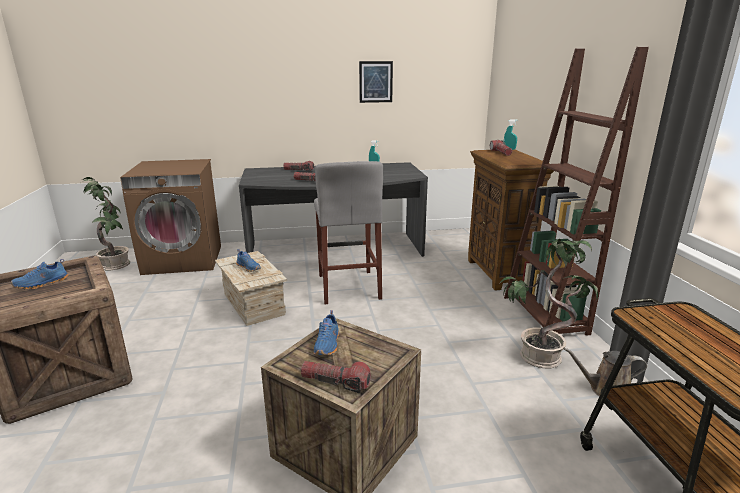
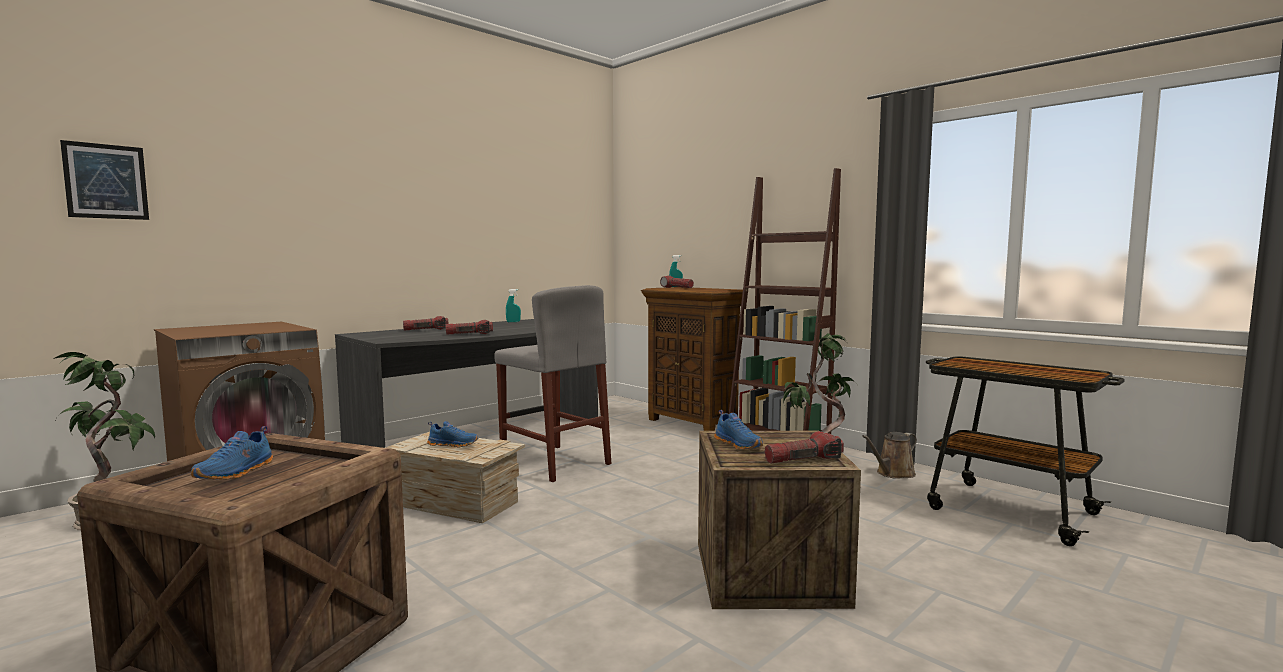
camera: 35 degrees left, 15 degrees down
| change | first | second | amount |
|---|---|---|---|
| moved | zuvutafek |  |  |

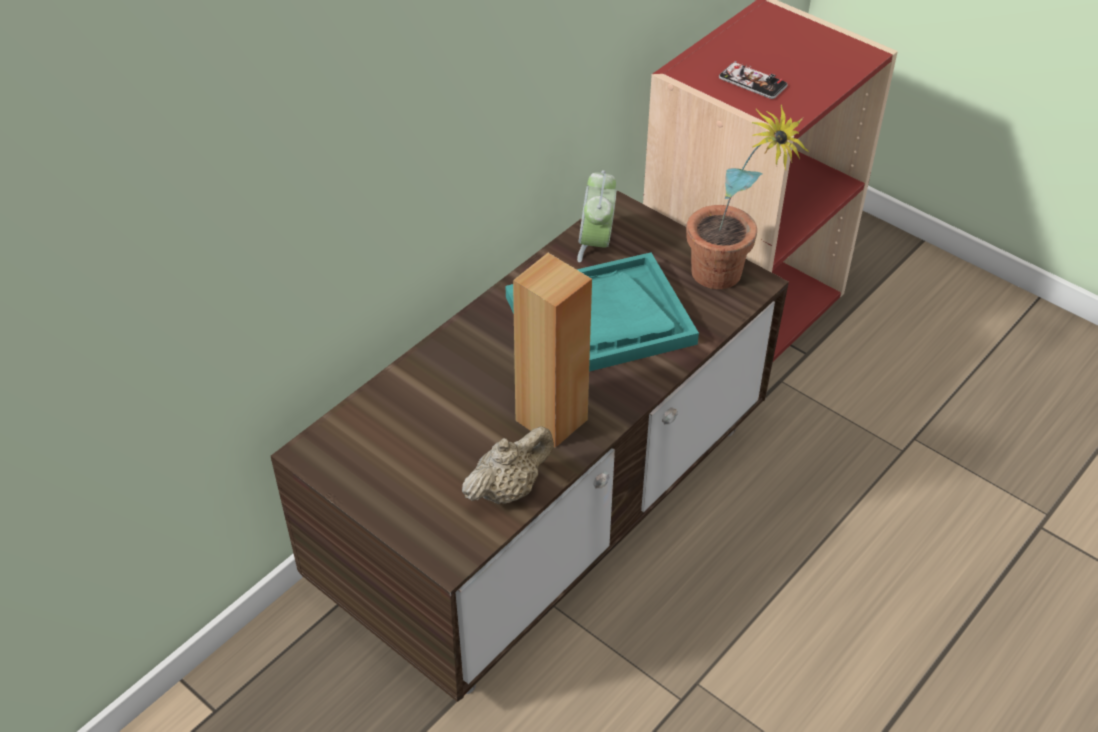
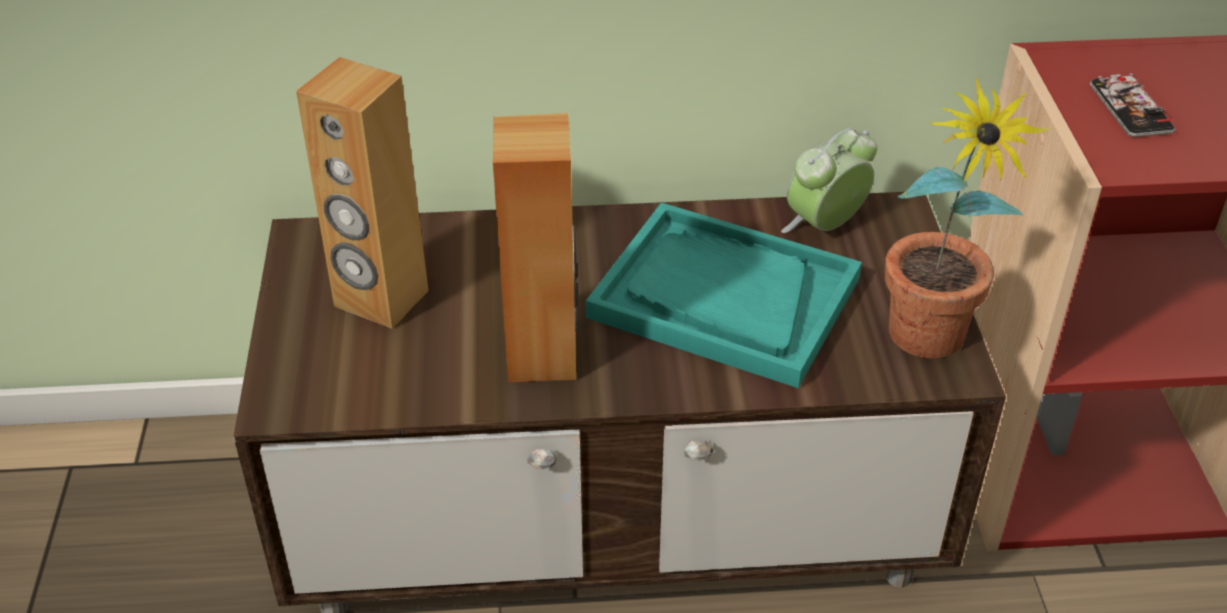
camera: 45 degrees right, 5 degrees down
| change | first | second | amount |
|---|---|---|---|
| removed | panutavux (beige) |  |  |
| added |  | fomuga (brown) (1st from left) |  |

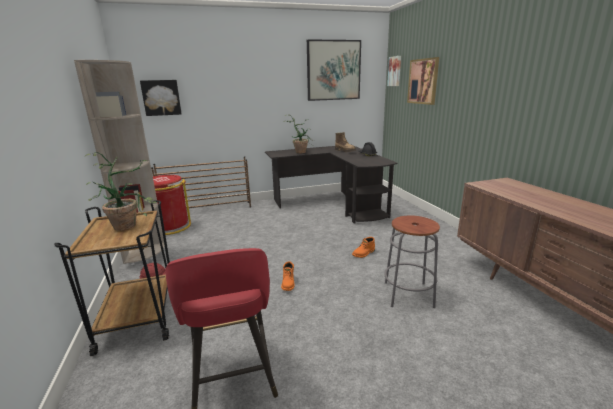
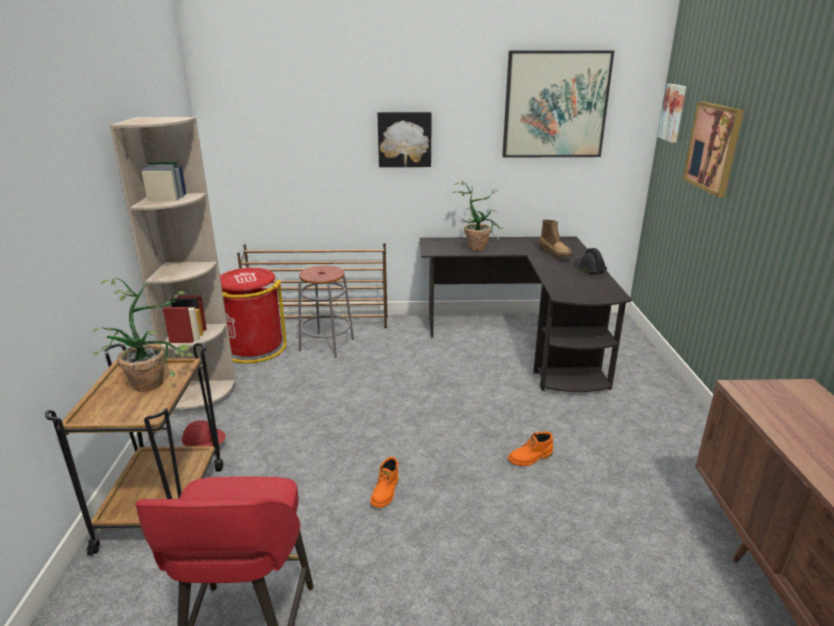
camera: 15 degrees right, 5 degrees up
| change | first | second | amount |
|---|---|---|---|
| moved | zuvutafek (1st from left) |  |  |
| moved | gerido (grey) |  |  |

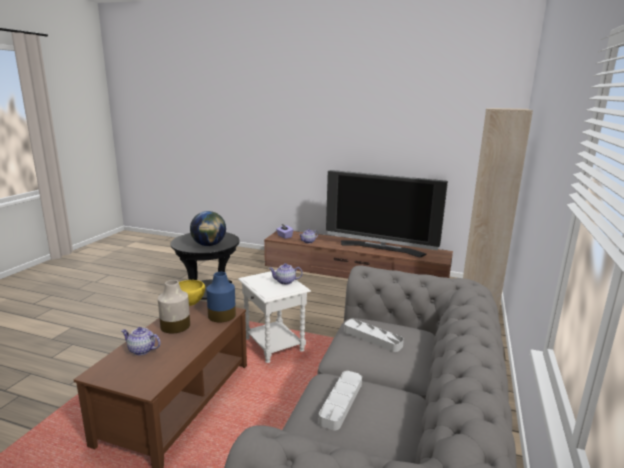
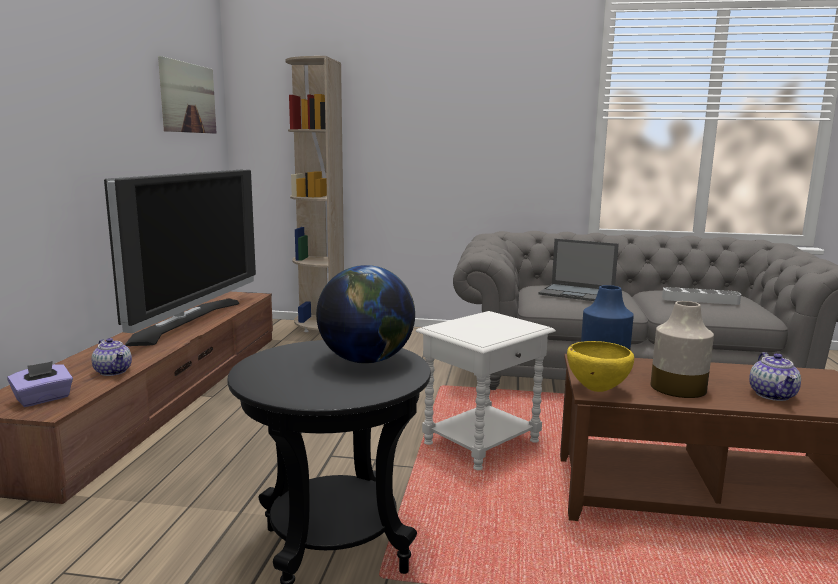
camera: 100 degrees left, 5 degrees down
| change | first | second | amount |
|---|---|---|---|
| removed | panutavux (2nd from left) |  |  |
| replaced | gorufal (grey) (2nd from left) | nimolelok |  |
| added |  | zuvutafek |  |

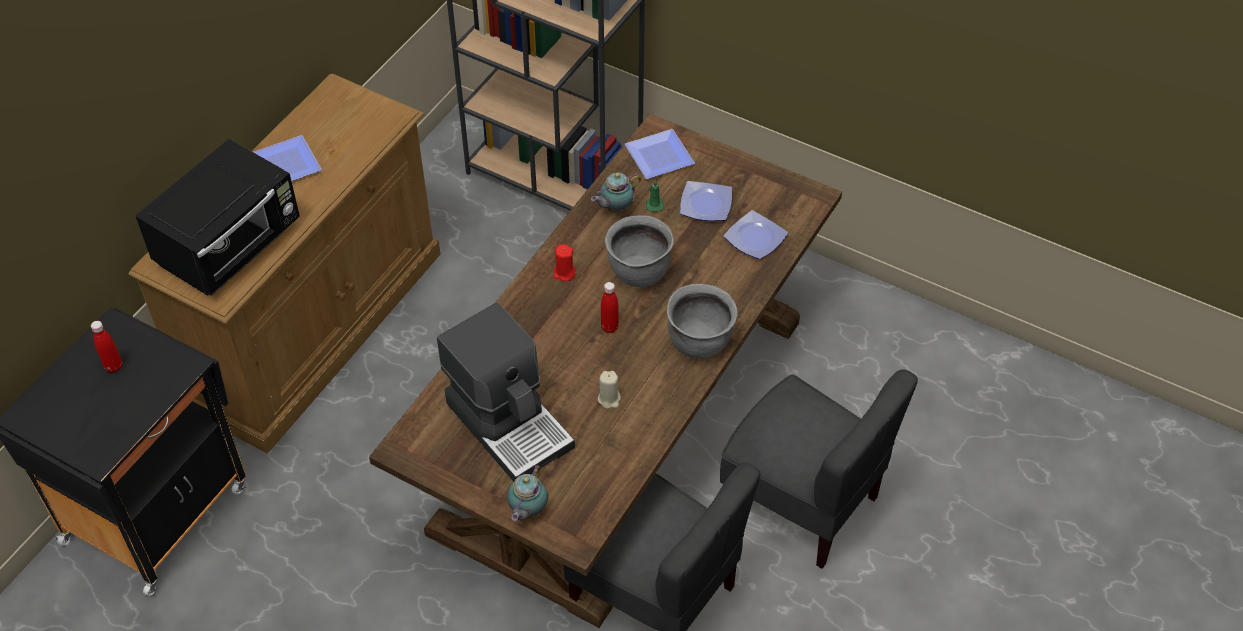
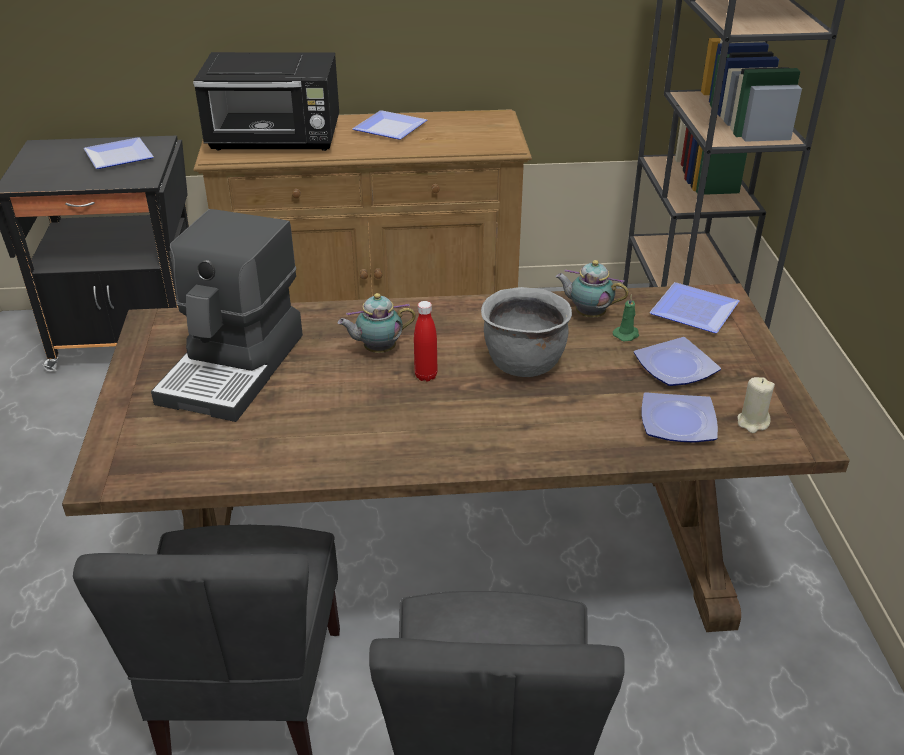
camera: 55 degrees right, 15 degrees down
| change | first | second | amount |
|---|---|---|---|
| replaced | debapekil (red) (1st from left) | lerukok (1st from left) |  |
| moved | panutavux (1st from left) |  |  |
| removed | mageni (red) |  |  |
| moved | mageni (beige) |  |  |
| removed | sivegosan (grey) (2nd from left) |  |  |

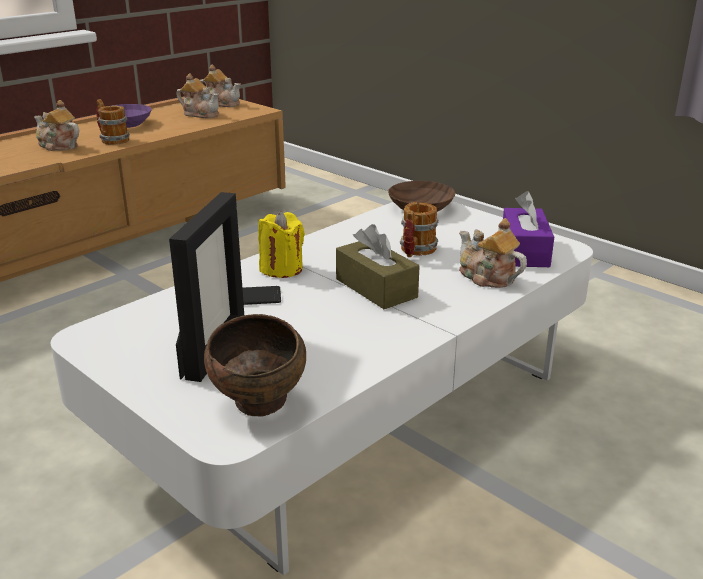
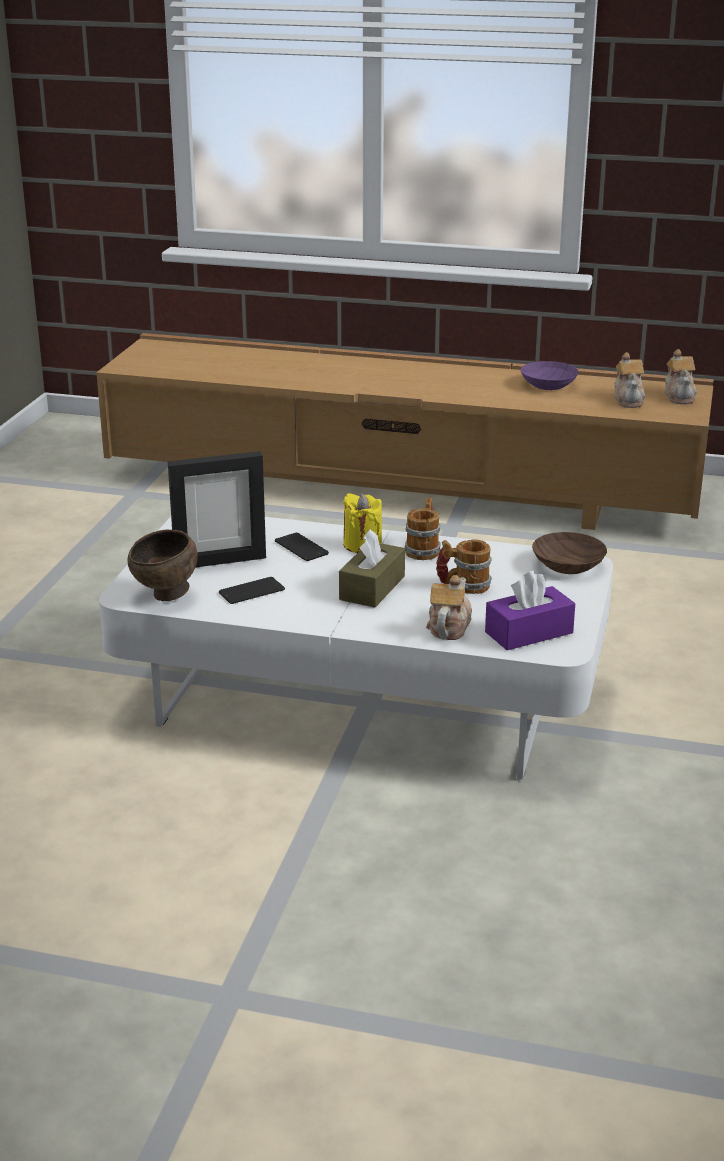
camera: 60 degrees right, 0 degrees up
| change | first | second | amount |
|---|---|---|---|
| removed | panutavux (1st from left) |  |  |
| moved | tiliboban (1st from left) |  |  |
| added |  | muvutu (1st from left) |  |

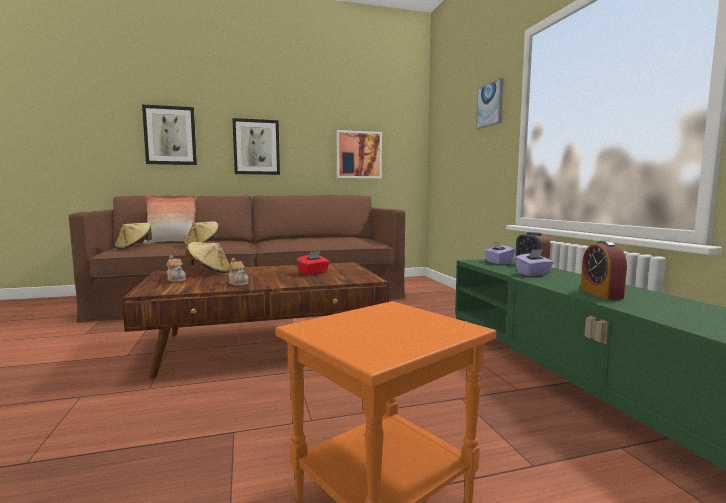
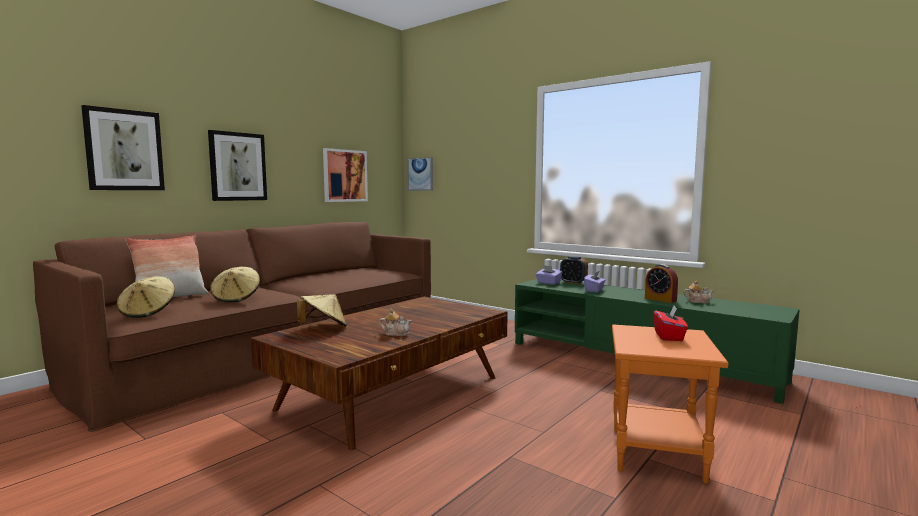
camera: 35 degrees left, 0 degrees up
| change | first | second | amount |
|---|---|---|---|
| moved | panutavux (1st from left in the first image) | panutavux (2nd from left) |  |
| moved | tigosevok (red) |  |  |
| moved | zuvutafek (4th from left) |  |  |

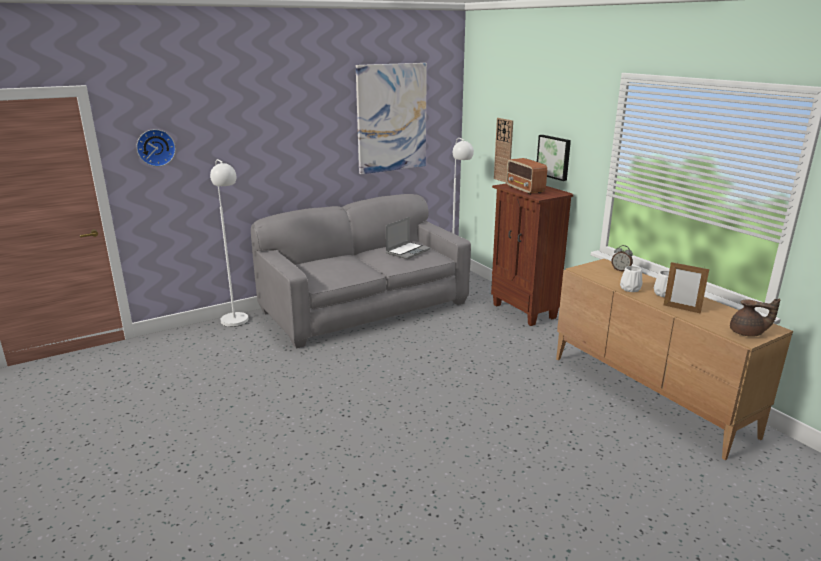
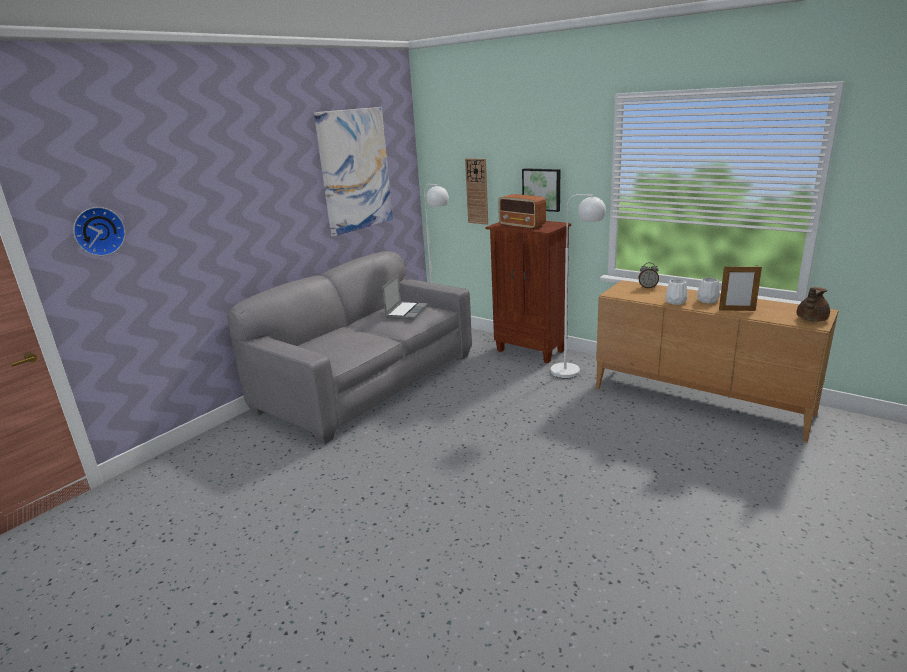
camera: 20 degrees left, 0 degrees up
| change | first | second | amount |
|---|---|---|---|
| moved | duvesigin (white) (1st from left in the first image) | duvesigin (white) (2nd from left) |  |
| turned | panutavux (brown) |  | 135 degrees clockwise |

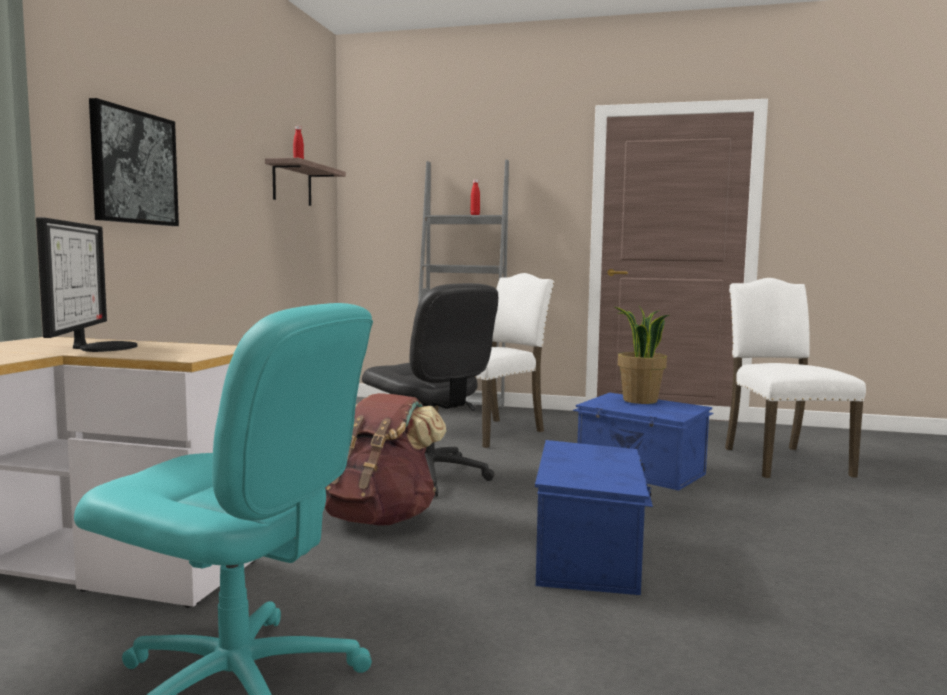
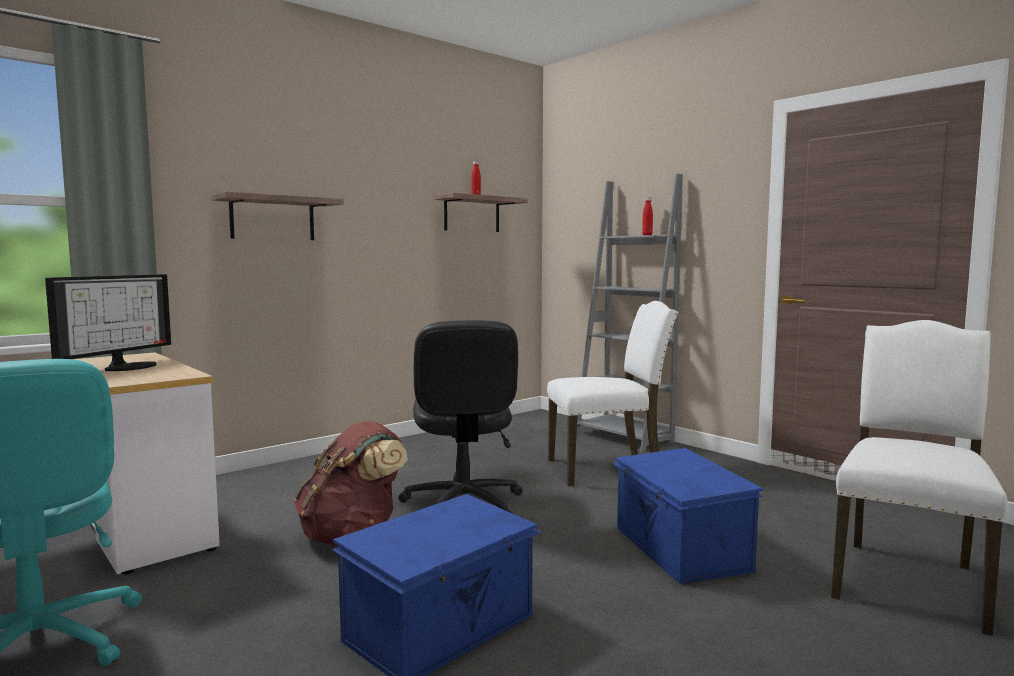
camera: 35 degrees right, 0 degrees up
| change | first | second | amount |
|---|---|---|---|
| replaced | zuvutafek | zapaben (1st from left) |  |
| removed | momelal |  |  |

